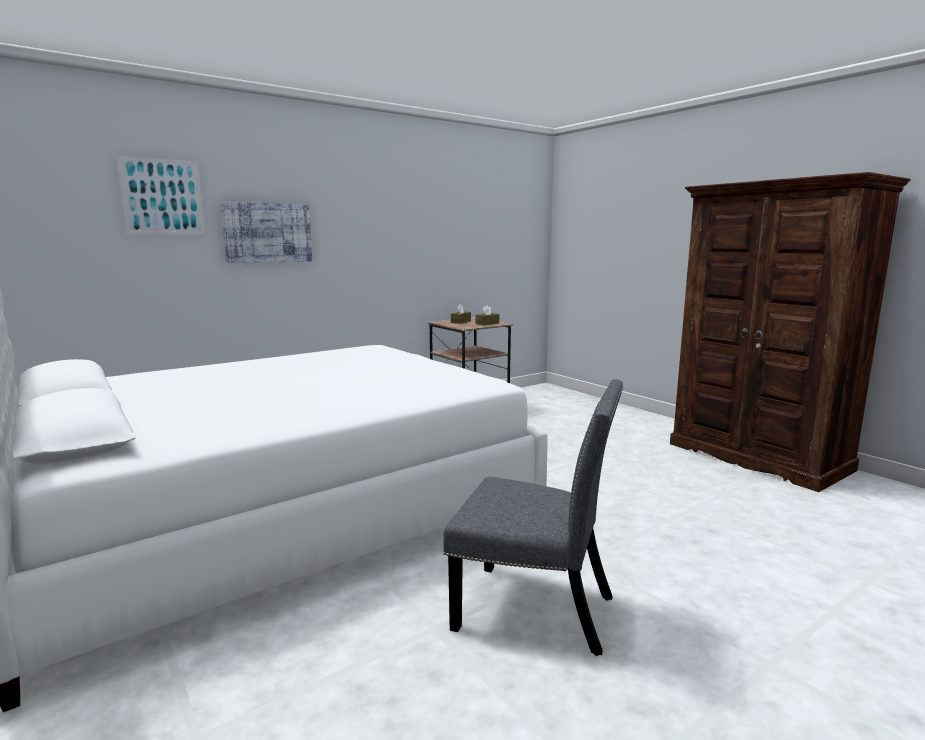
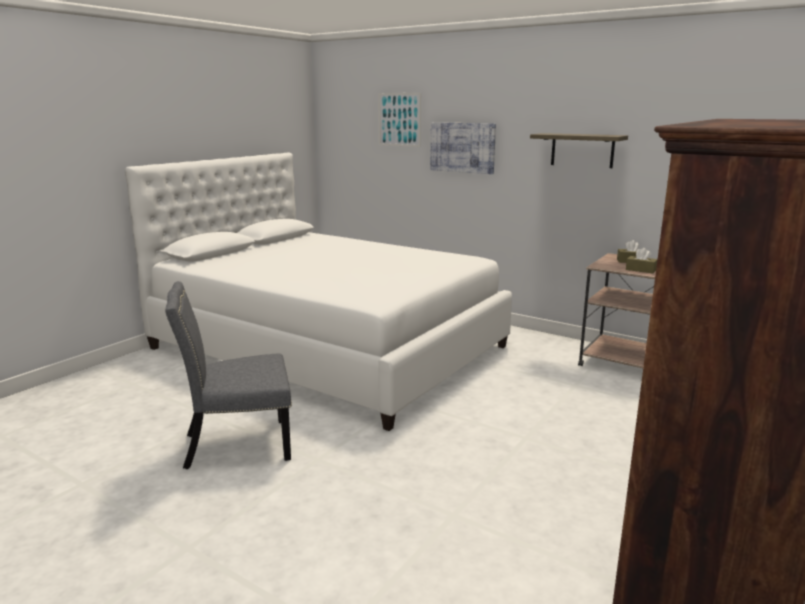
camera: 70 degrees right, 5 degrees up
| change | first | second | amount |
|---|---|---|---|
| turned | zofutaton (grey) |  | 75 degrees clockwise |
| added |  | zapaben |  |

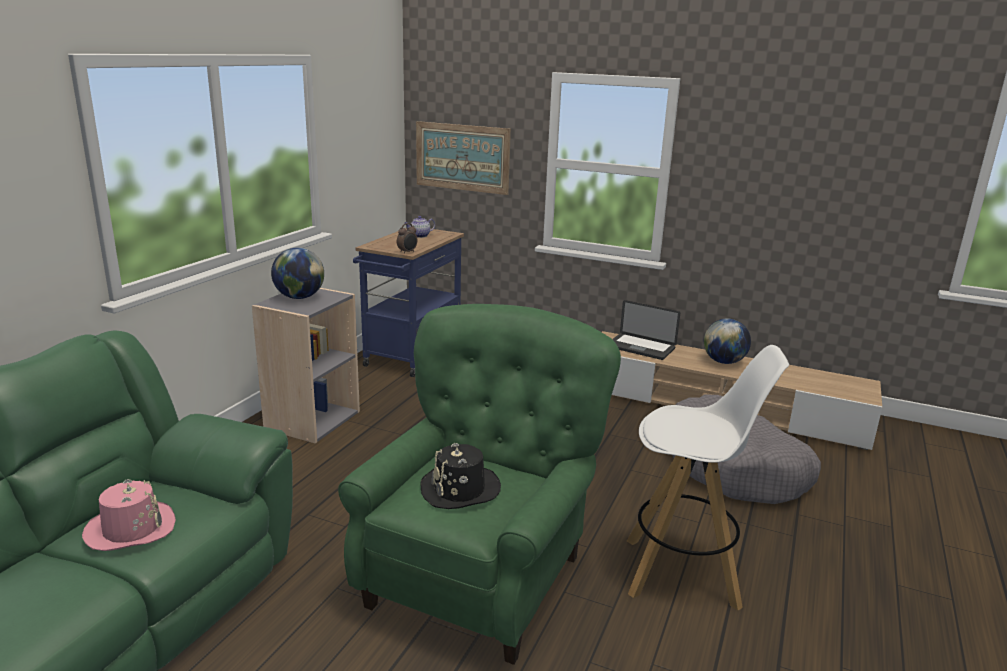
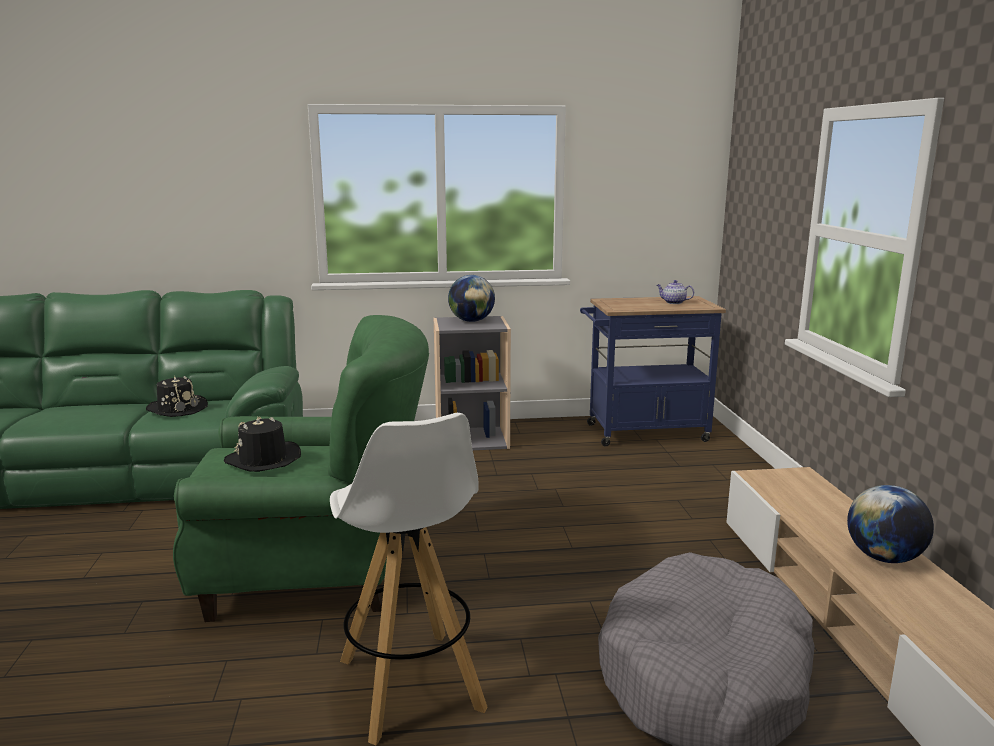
camera: 60 degrees right, 5 degrees down
| change | first | second | amount |
|---|---|---|---|
| recoloured | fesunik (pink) | fesunik (black) (1st from left) |  |
| removed | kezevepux |  |  |
| removed | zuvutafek |  |  |
| removed | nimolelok |  |  |

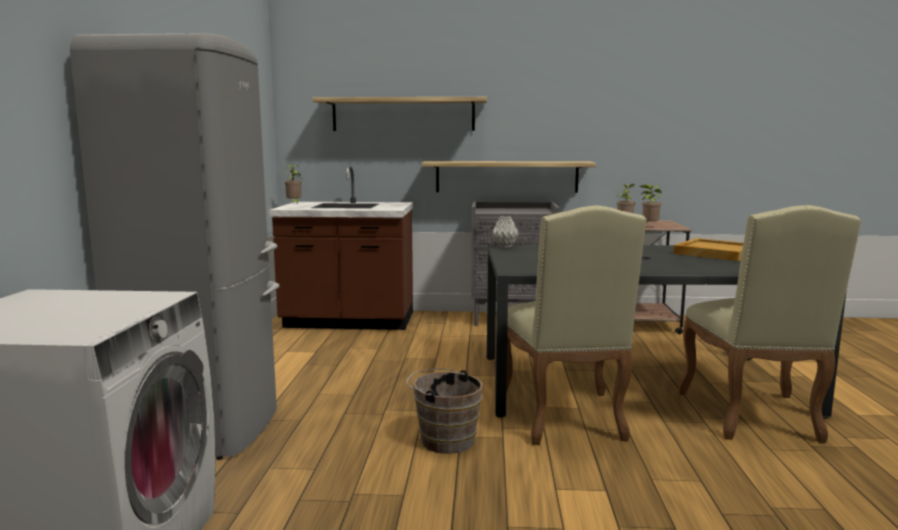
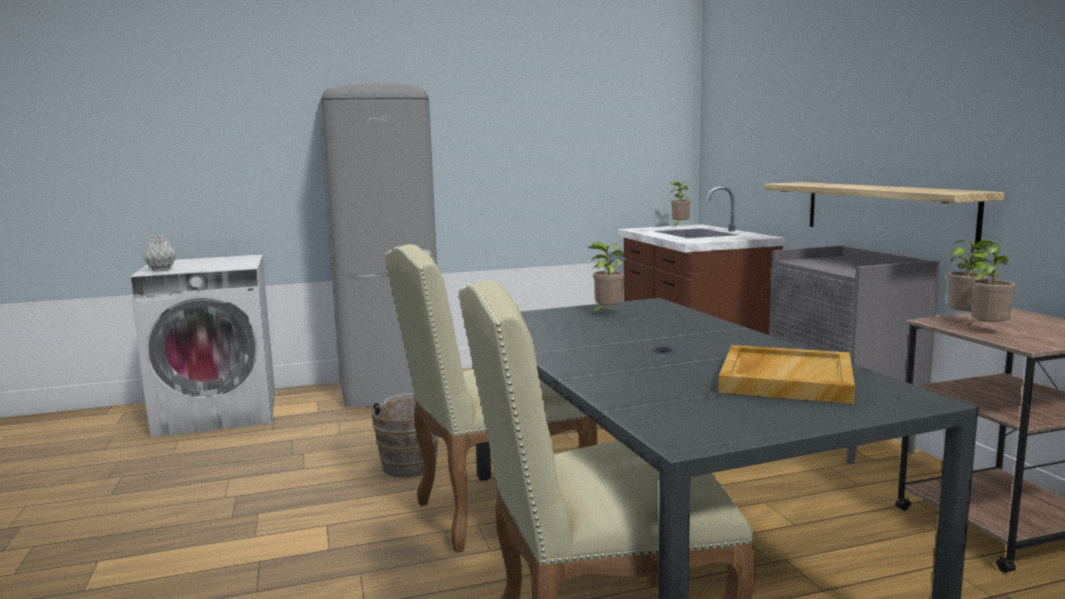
camera: 70 degrees right, 0 degrees up
| change | first | second | amount |
|---|---|---|---|
| removed | zapaben (1st from left) |  |  |
| moved | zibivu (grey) |  |  |
| added |  | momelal (1st from left) |  |

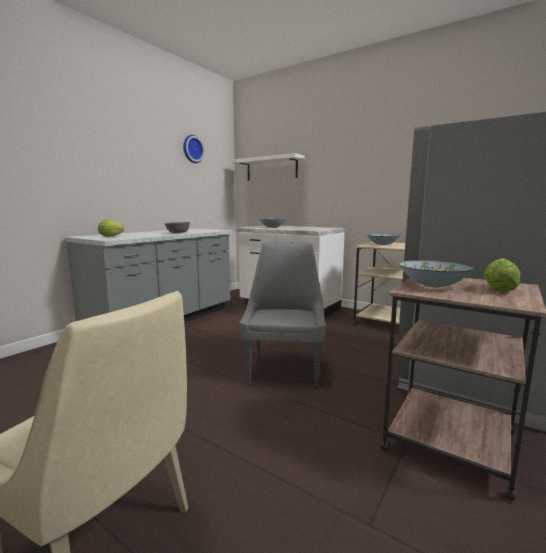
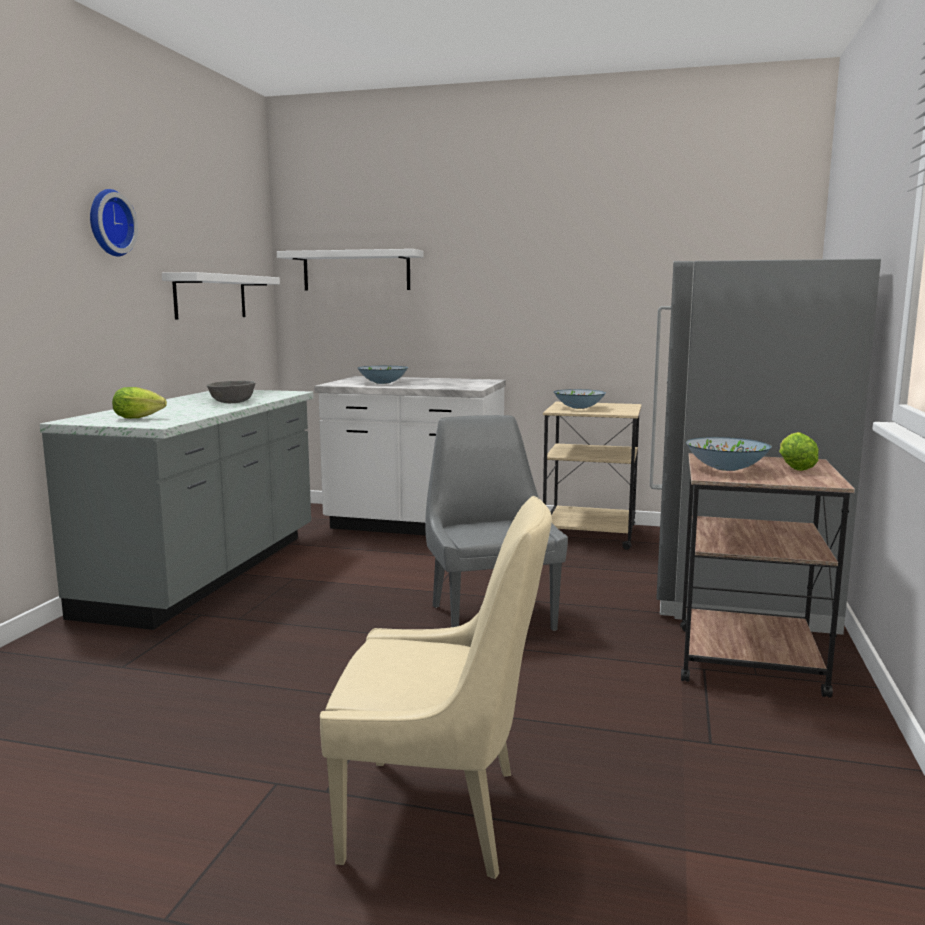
camera: 20 degrees left, 0 degrees up
| change | first | second | amount |
|---|---|---|---|
| moved | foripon |  |  |
| added |  | zapaben (white) (1st from left) |  |

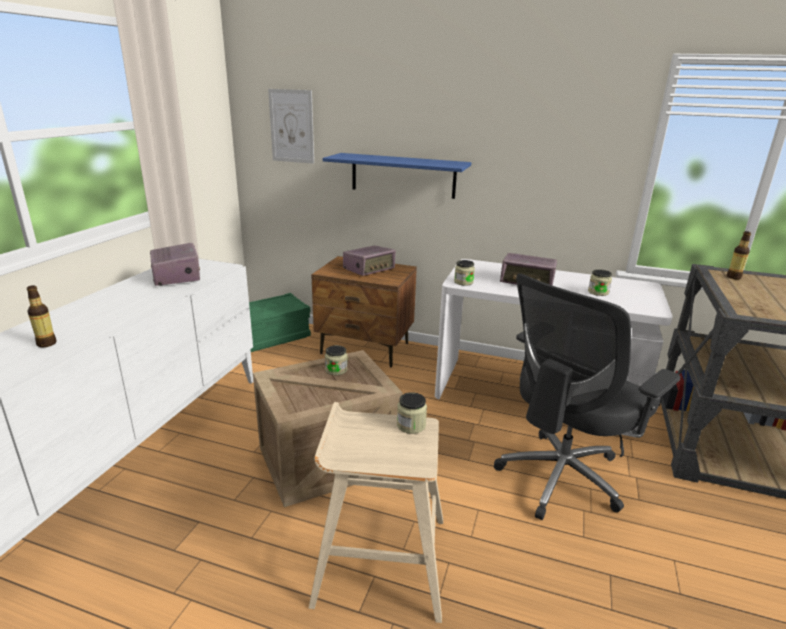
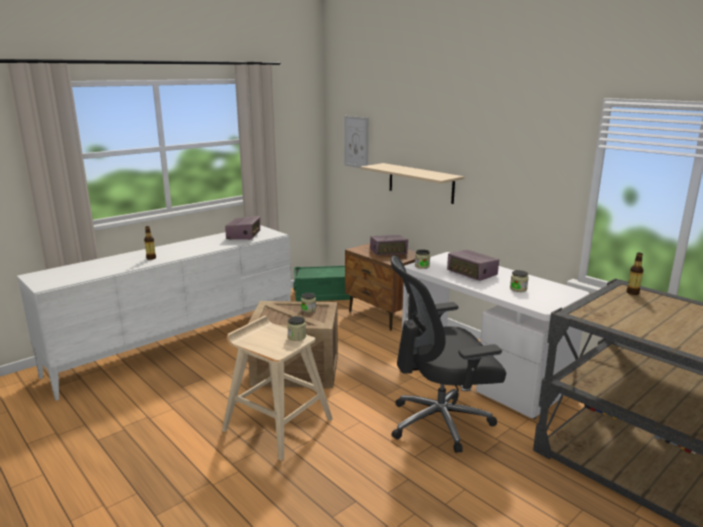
camera: 30 degrees right, 5 degrees down
| change | first | second | amount |
|---|---|---|---|
| recoloured | zapaben (blue) | zapaben (beige) |  |

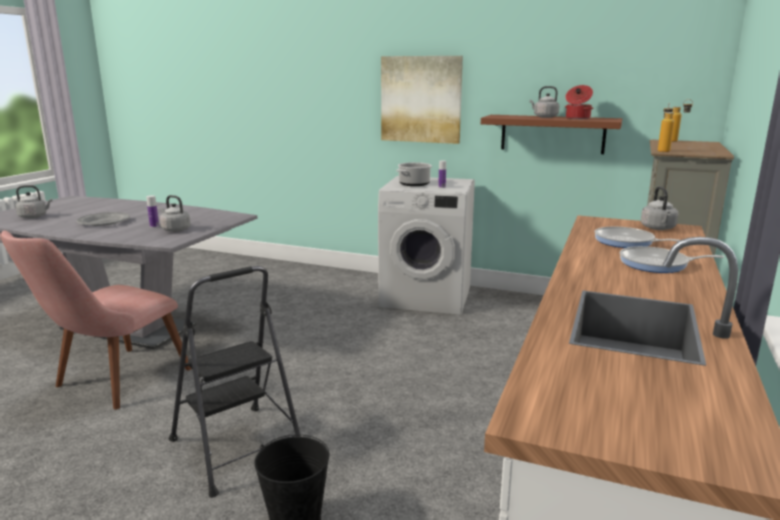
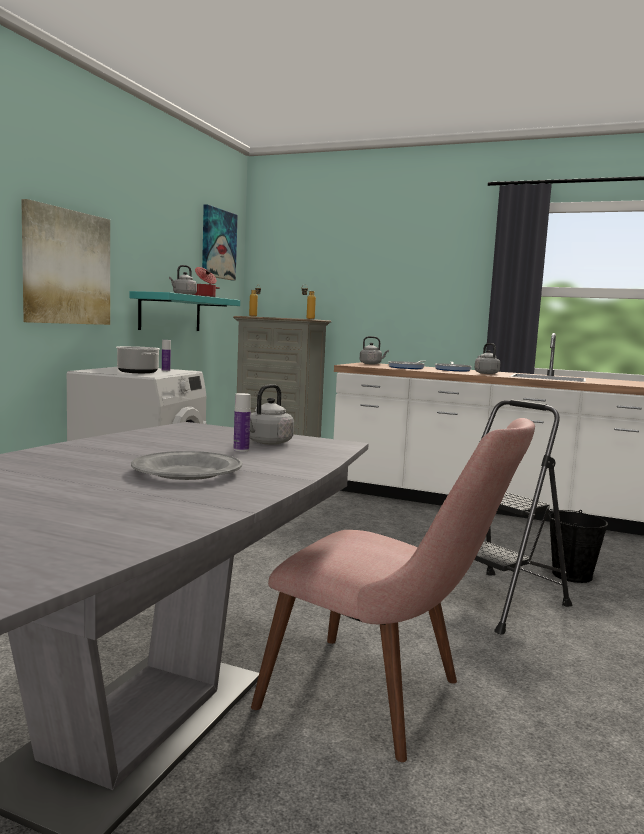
camera: 90 degrees left, 10 degrees down
| change | first | second | amount |
|---|---|---|---|
| moved | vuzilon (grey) (1st from left in the first image) | vuzilon (grey) (4th from left) |  |
| recoloured | zapaben (brown) | zapaben (turquoise) |  |
| added |  | zuvutafek (2nd from left) |  |

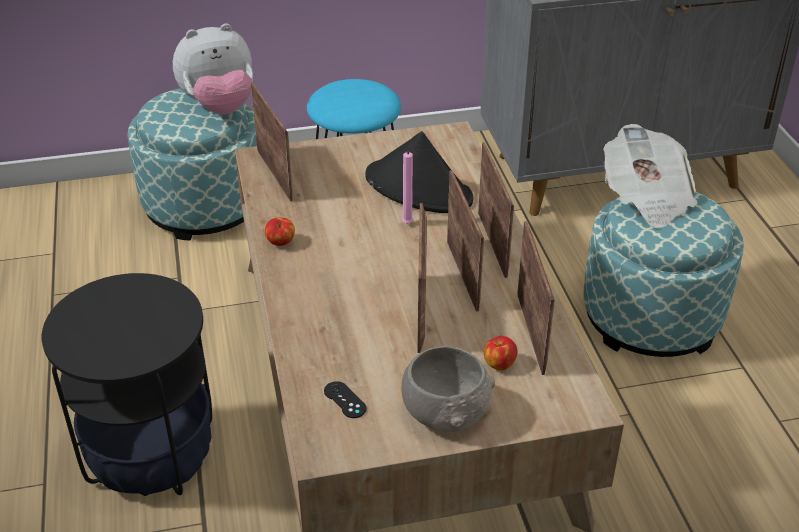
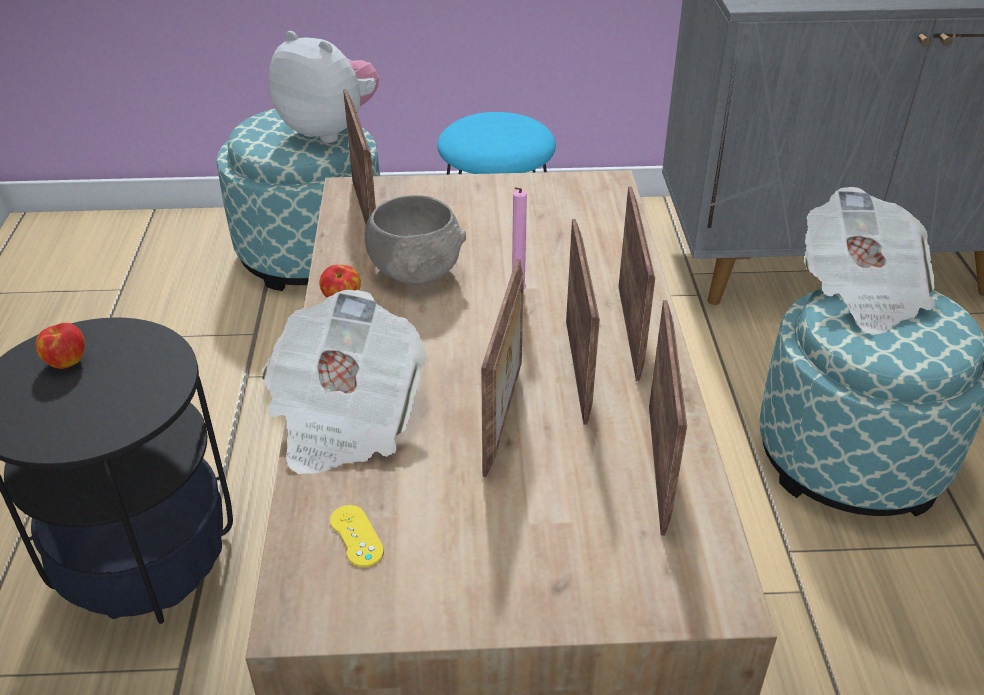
camera: 10 degrees right, 0 degrees up
| change | first | second | amount |
|---|---|---|---|
| turned | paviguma |  | 135 degrees counterclockwise |
| recoloured | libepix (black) | libepix (yellow) |  |
| removed | fesunik (black) |  |  |
| moved | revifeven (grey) |  |  |
| moved | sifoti (2nd from left in the first image) | sifoti (1st from left) |  |
| added |  | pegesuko (1st from left) |  |

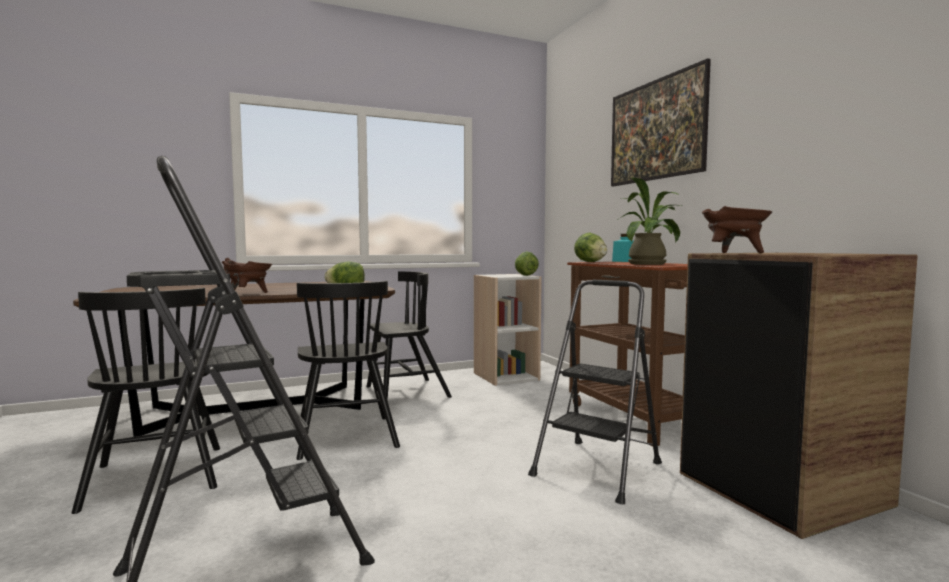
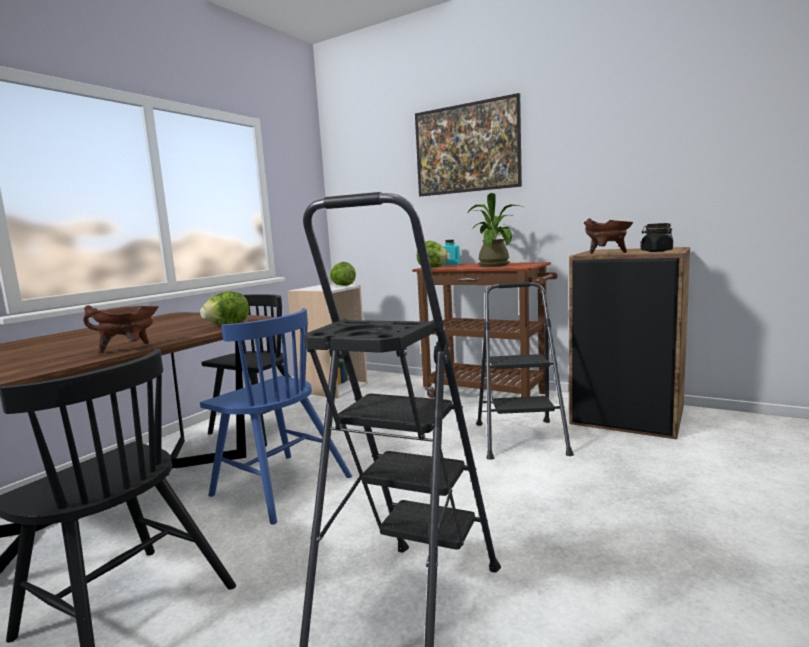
camera: 35 degrees left, 5 degrees up
| change | first | second | amount |
|---|---|---|---|
| recoloured | zofutaton (black) (2nd from left) | zofutaton (blue) |  |
| added |  | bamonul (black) |  |

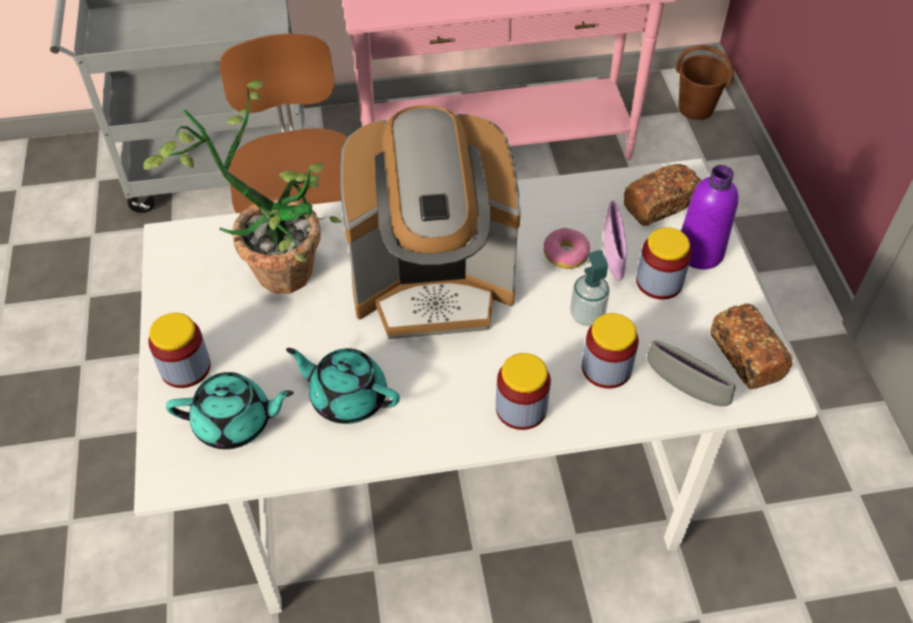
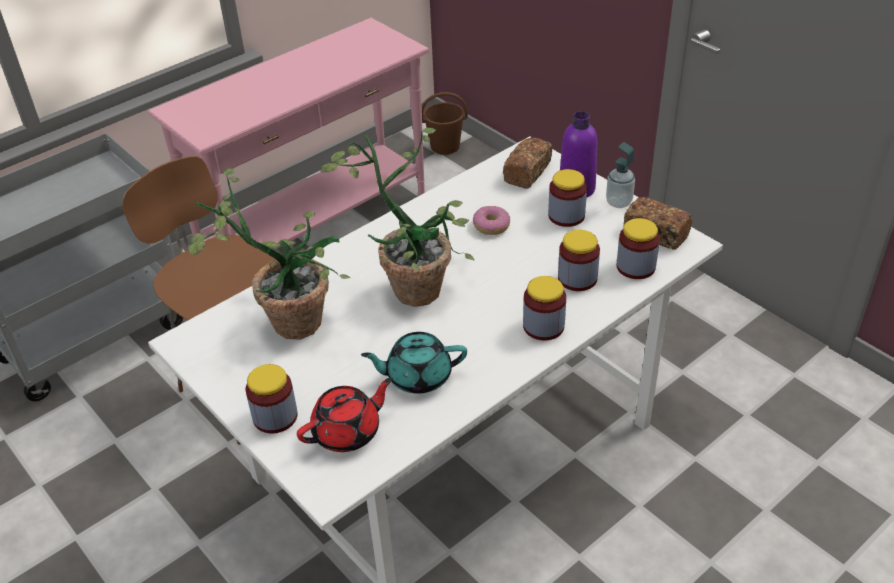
camera: 30 degrees left, 10 degrees down
| change | first | second | amount |
|---|---|---|---|
| recoloured | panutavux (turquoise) (1st from left) | panutavux (red) |  |
| replaced | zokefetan | momelal (2nd from left) |  |
| moved | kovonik |  |  |
| removed | revifeven (purple) |  |  |
| replaced | revifeven (grey) | bamonul (5th from left) |  |

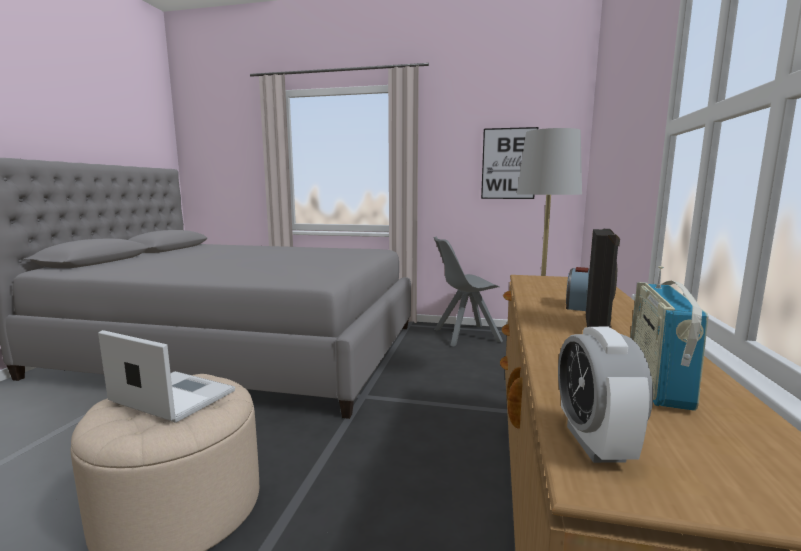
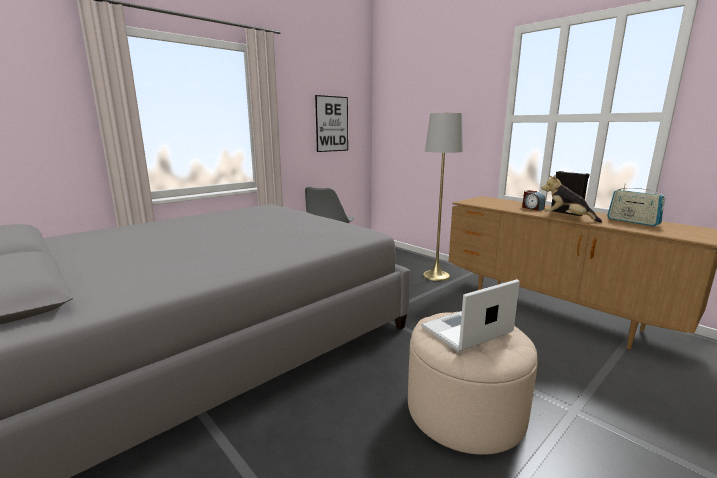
camera: 55 degrees left, 5 degrees up
| change | first | second | amount |
|---|---|---|---|
| removed | kezevepux (2nd from left) |  |  |
| added |  | paviguma |  |

